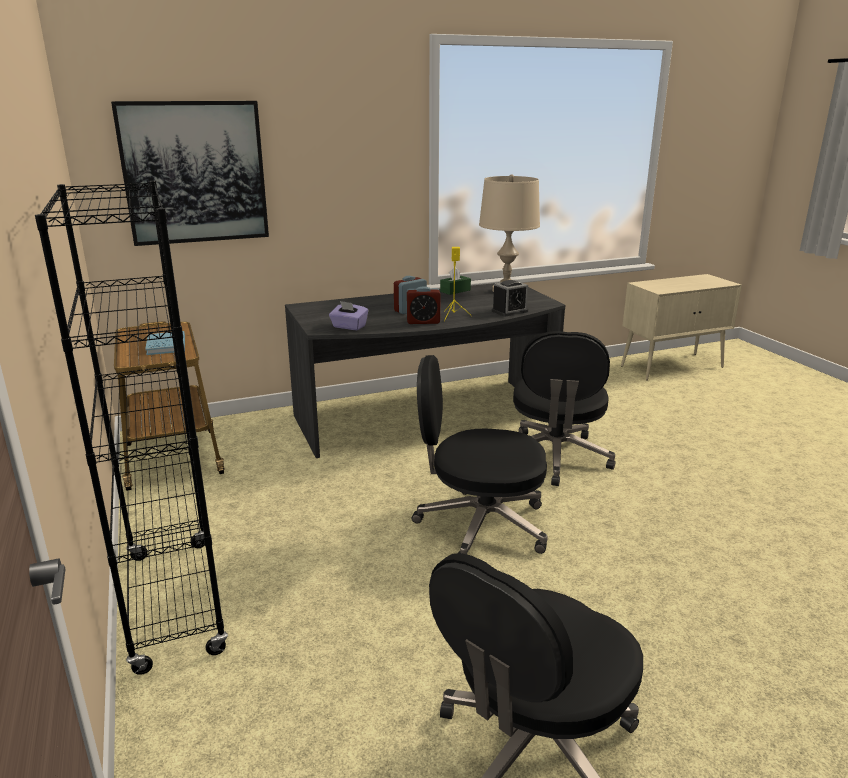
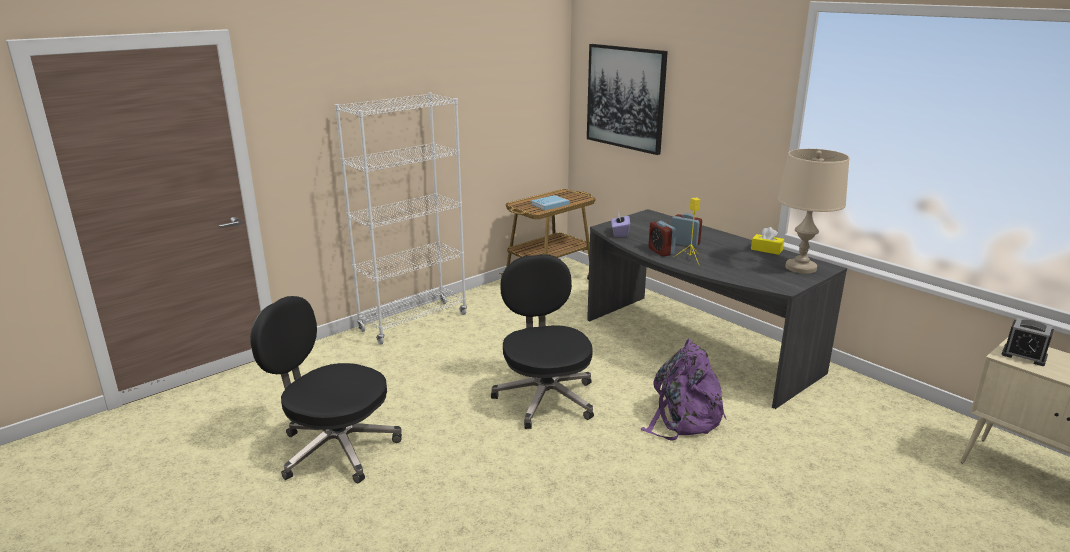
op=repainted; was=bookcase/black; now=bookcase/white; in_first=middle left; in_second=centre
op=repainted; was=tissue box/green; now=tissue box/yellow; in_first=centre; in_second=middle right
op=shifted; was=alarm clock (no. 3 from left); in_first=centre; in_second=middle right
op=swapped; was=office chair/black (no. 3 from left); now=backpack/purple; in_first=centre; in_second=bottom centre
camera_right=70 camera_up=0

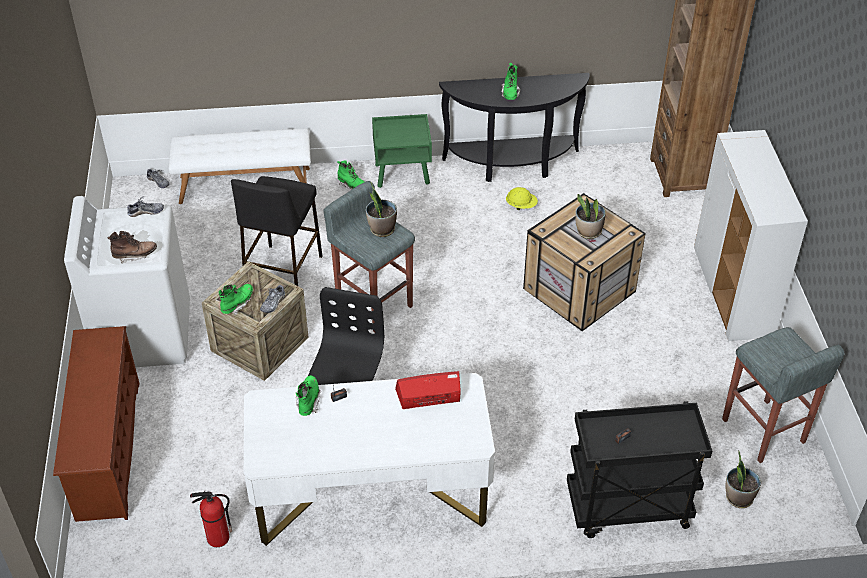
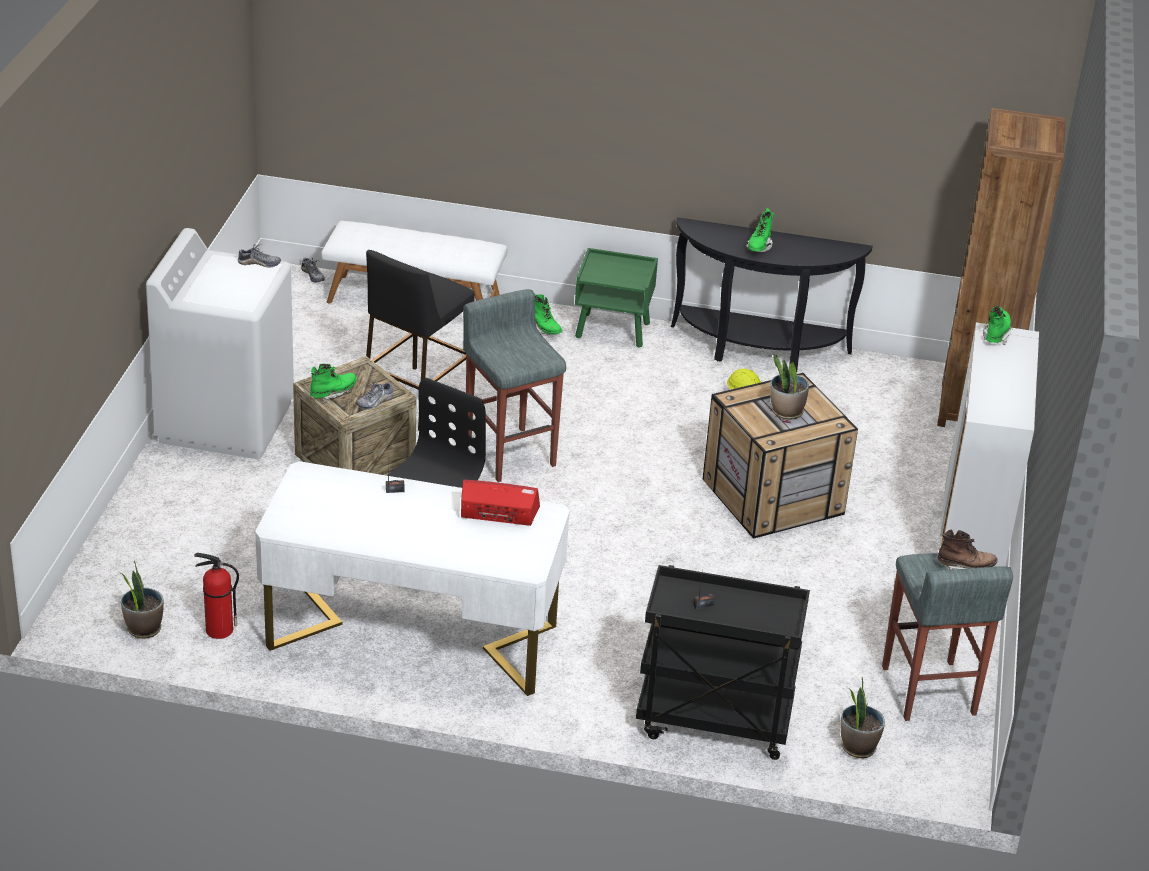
op=gone; was=shoe rack/brown; in_first=bottom left
op=shifted; was=boot/brown; in_first=middle left; in_second=middle right
op=shifted; was=boot/green (no. 2 from left in the first image); now=boot/green (no. 4 from left); in_first=bottom centre; in_second=middle right
op=shifted; was=potted plant (no. 1 from left); in_first=centre; in_second=bottom left
camera_right=15 camera_up=-10

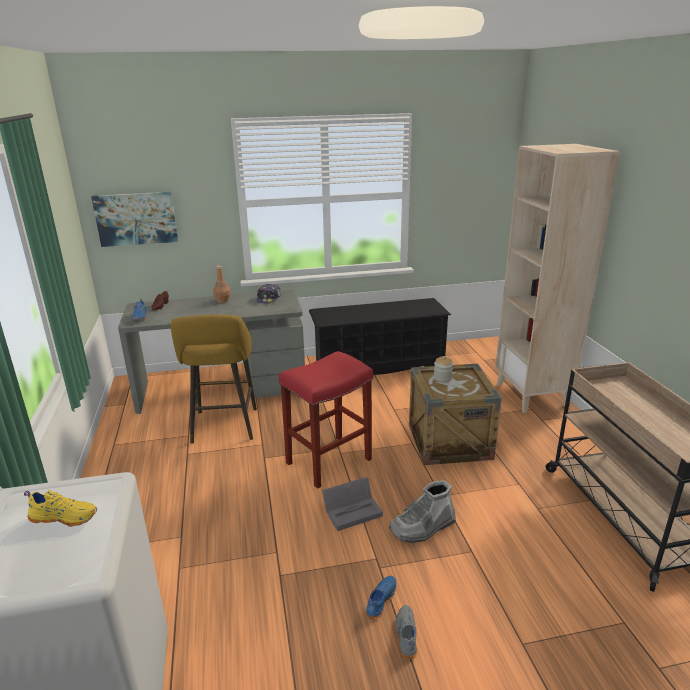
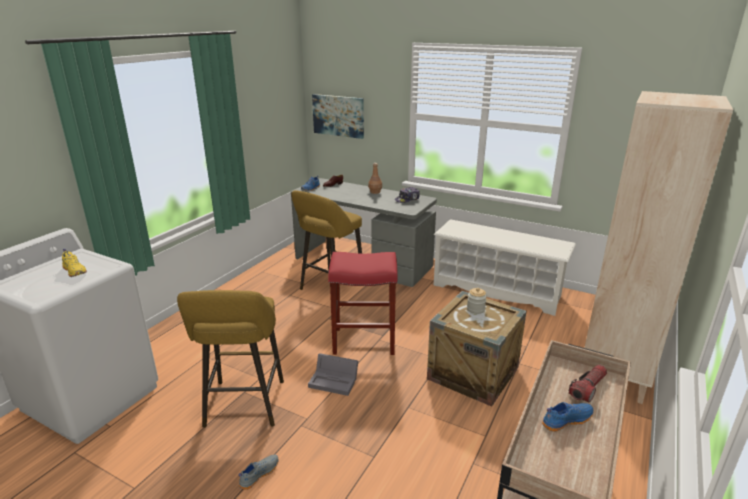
op=repainted; was=shoe rack/black; now=shoe rack/white; in_first=centre; in_second=middle right
op=shifted; was=shoe/blue (no. 2 from left); in_first=bottom centre; in_second=bottom right
op=gone; was=boot/grey; in_first=bottom centre
op=new; now=stool/yellow (no. 1 from left); in_second=bottom left
op=new; now=flashlight; in_second=bottom right
camera_right=40 camera_up=0

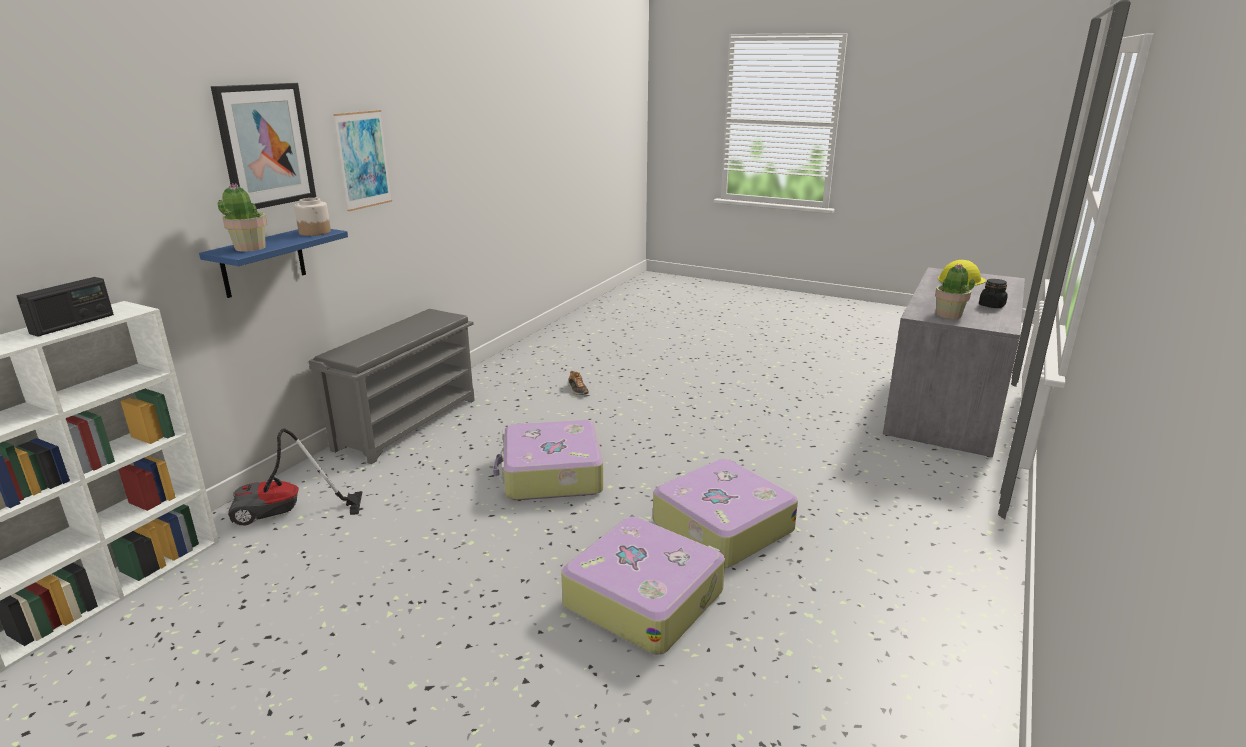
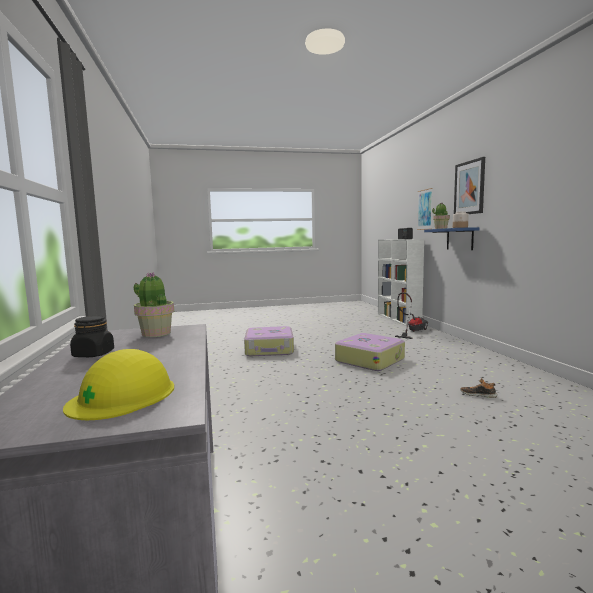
op=gone; was=shoe rack/grey; in_first=middle left
op=shifted; was=picture (no. 2 from left in the first image); now=picture (no. 1 from left); in_first=top left; in_second=middle right
op=gone; was=suitcase (no. 3 from left); in_first=bottom centre
camera_right=140 camera_up=-15

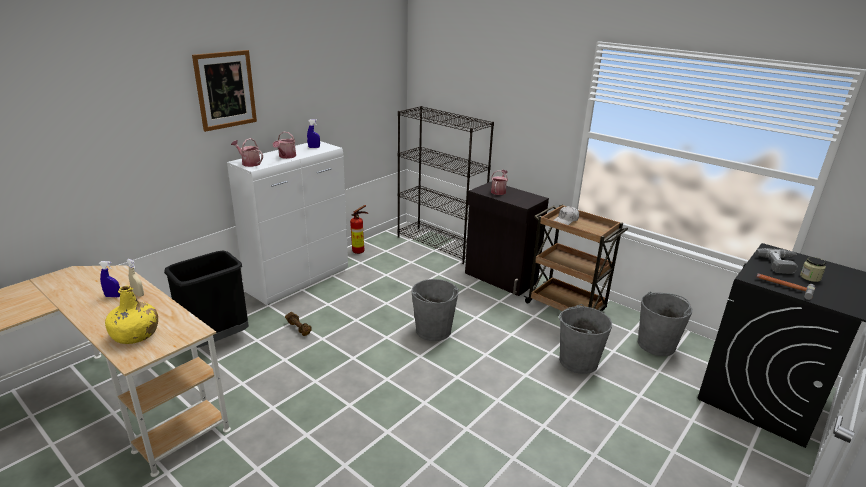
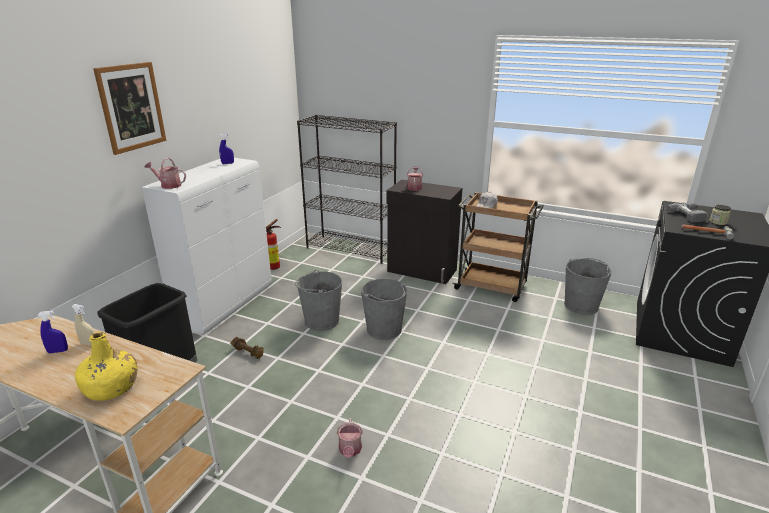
op=shifted; was=watering can (no. 2 from left); in_first=top left; in_second=bottom centre
op=shifted; was=bucket/grey (no. 2 from left in the first image); now=bucket/grey (no. 1 from left); in_first=bottom right; in_second=centre
camera_right=-15 camera_up=0

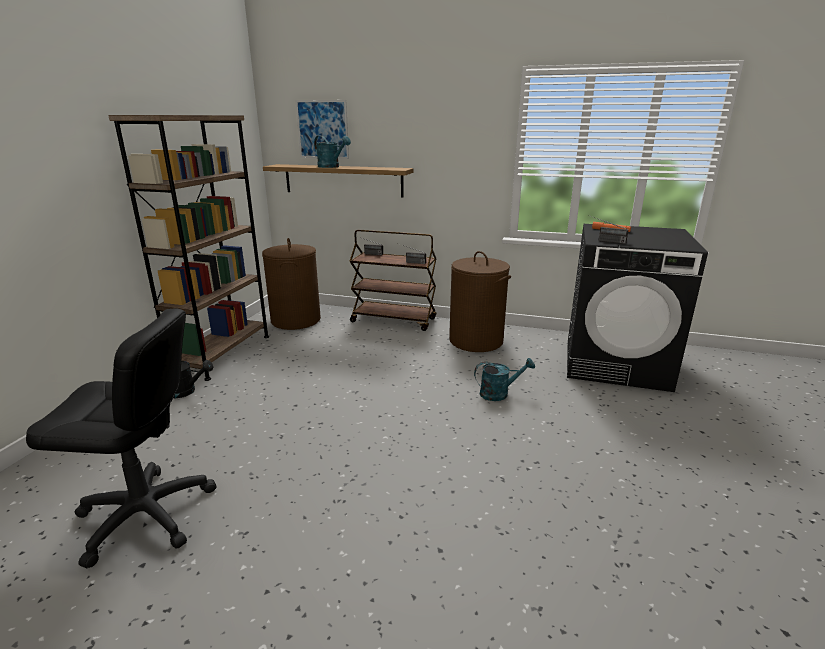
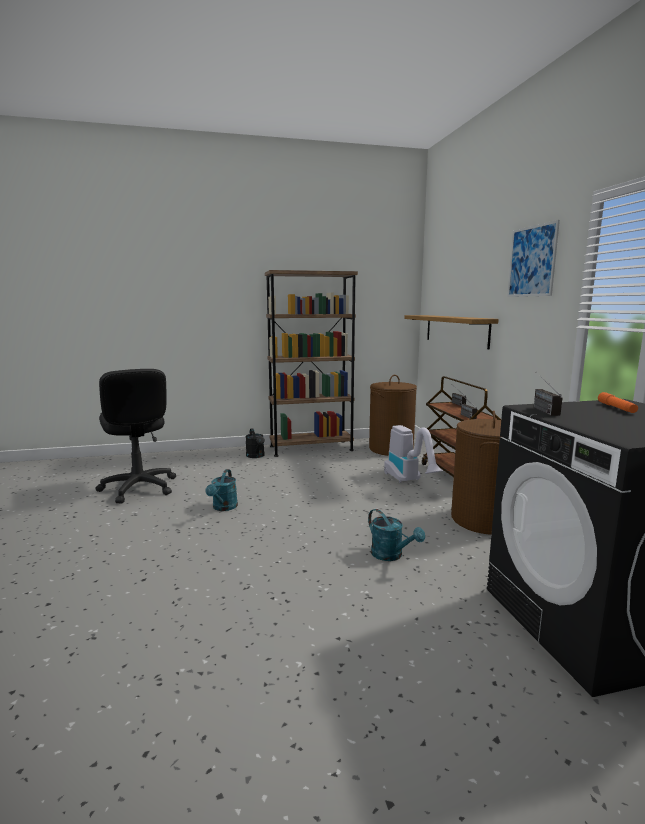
op=shifted; was=picture; in_first=top centre; in_second=top right
op=shifted; was=watering can/turquoise (no. 1 from left); in_first=top centre; in_second=centre
op=new; now=vacuum cleaner; in_second=centre
camera_right=60 camera_up=-10

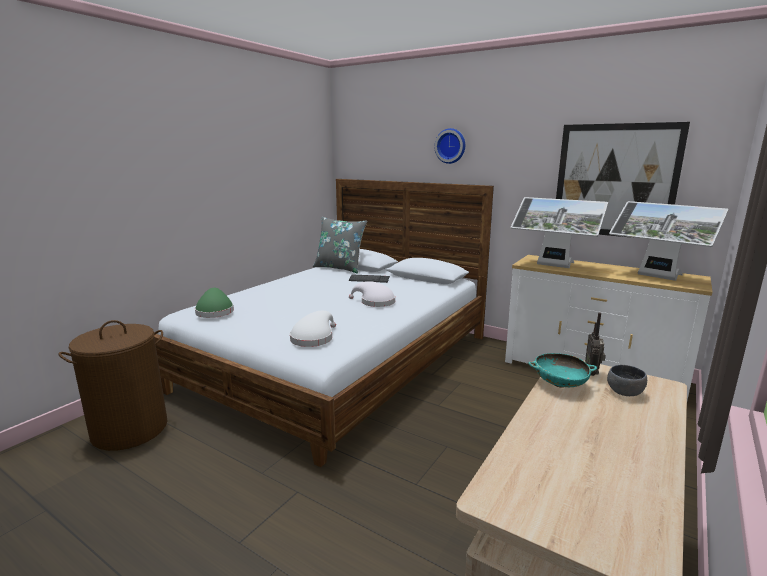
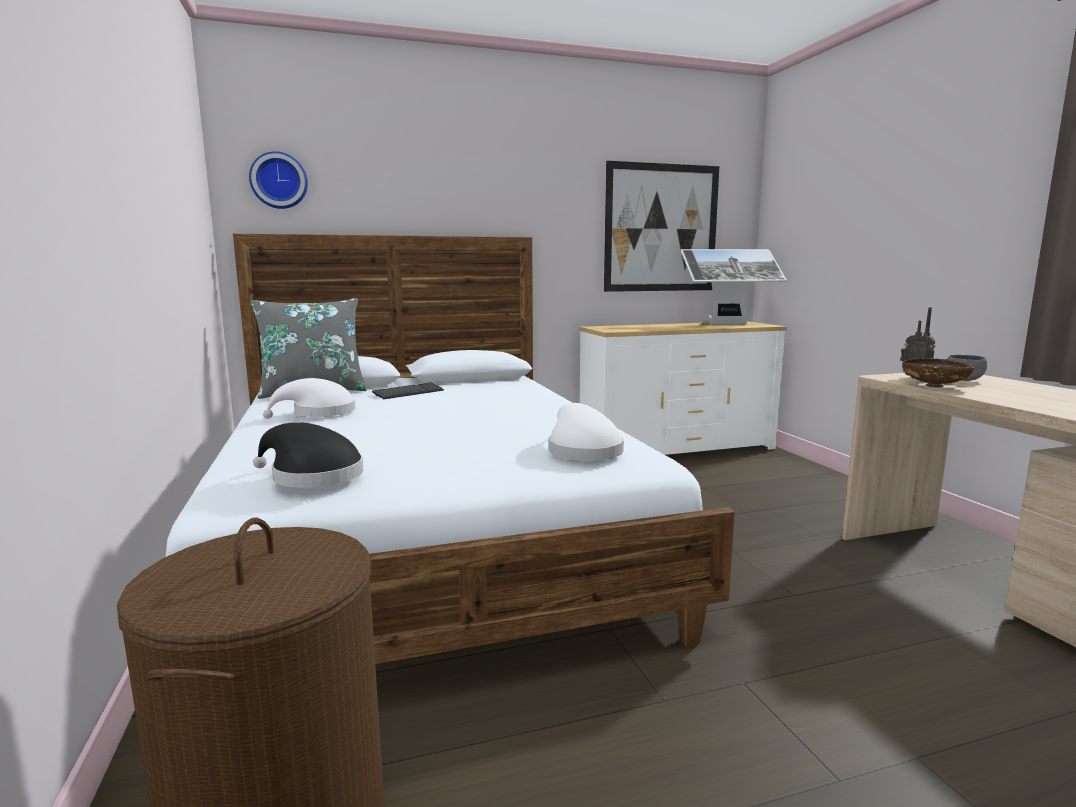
op=repainted; was=hat/green; now=hat/black; in_first=middle left; in_second=middle left
op=shifted; was=hat/white (no. 2 from left in the first image); now=hat/white (no. 1 from left); in_first=centre; in_second=middle left
op=shifted; was=wall clock; in_first=top centre; in_second=top left
op=gone; was=monitor (no. 1 from left); in_first=middle right
op=repainted; was=bowl/turquoise; now=bowl/brown; in_first=middle right; in_second=middle right
camera_right=-50 camera_up=-5

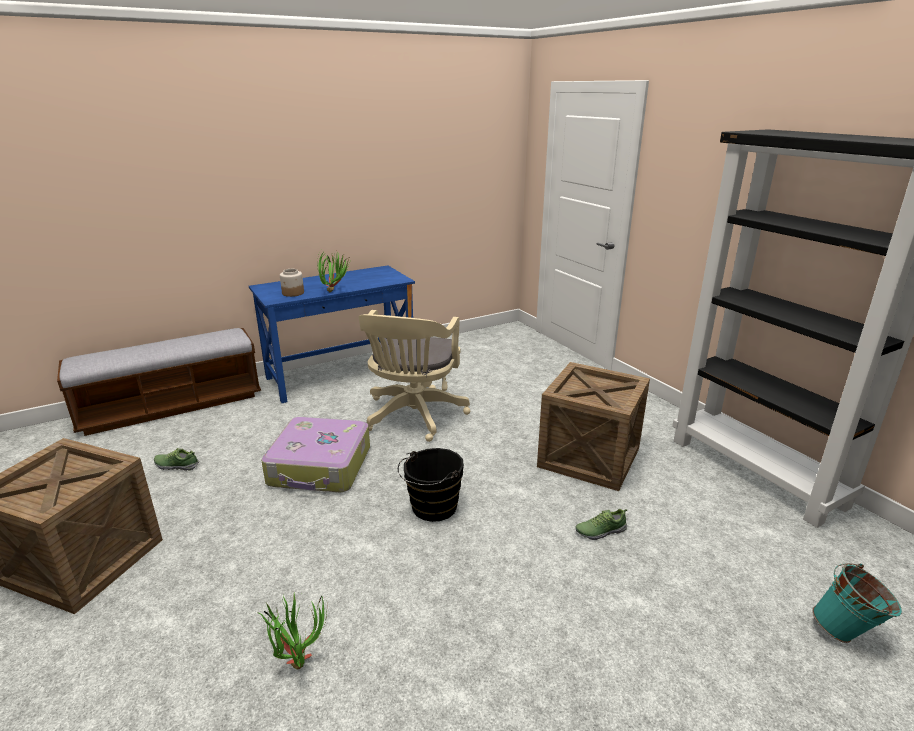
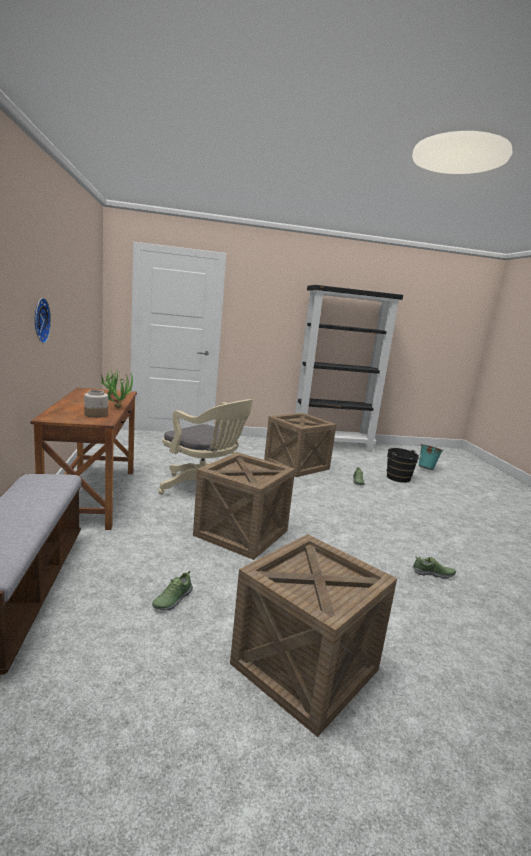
op=repainted; was=desk/blue; now=desk/brown; in_first=centre; in_second=middle left
op=swapped; was=potted plant (no. 1 from left); now=shoe (no. 3 from left); in_first=bottom left; in_second=middle right
op=swapped; was=suitcase; now=crate (no. 1 from left); in_first=centre; in_second=centre
op=shifted; was=bucket/black; in_first=centre; in_second=middle right
op=new; now=wall clock; in_second=middle left
camera_right=-70 camera_up=-10

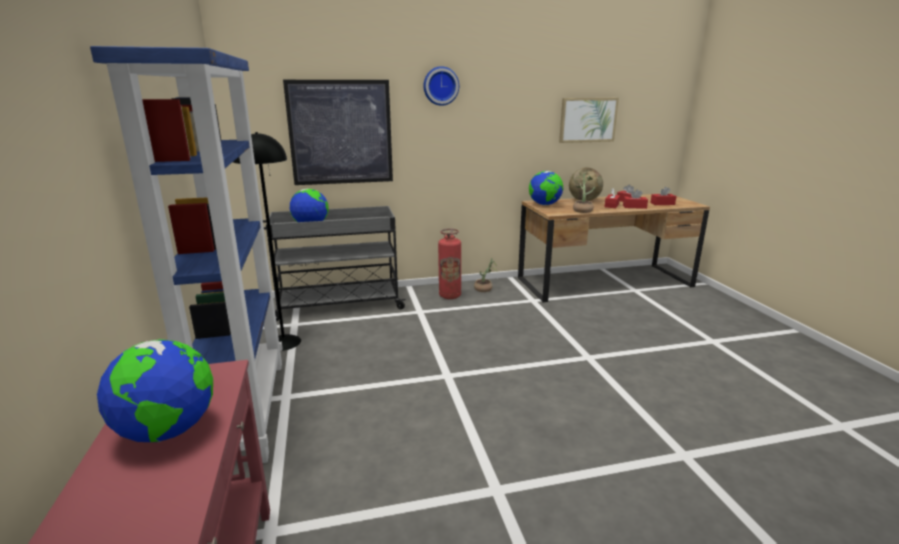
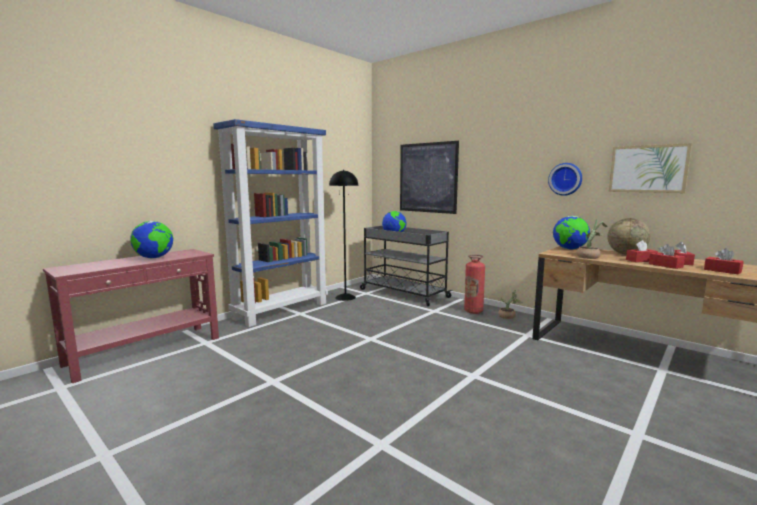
op=shifted; was=wall clock; in_first=top centre; in_second=middle right
camera_right=55 camera_up=-10

